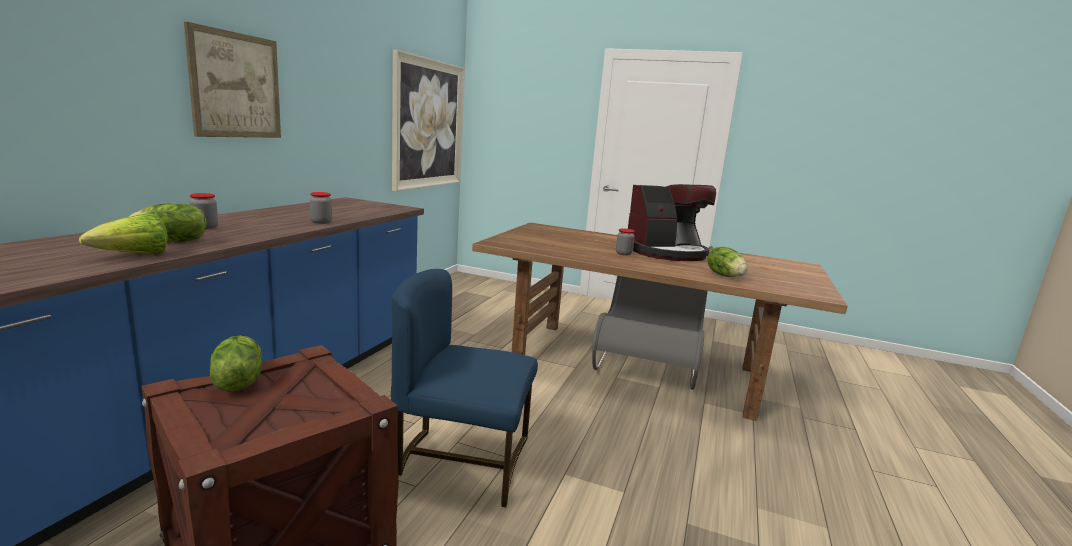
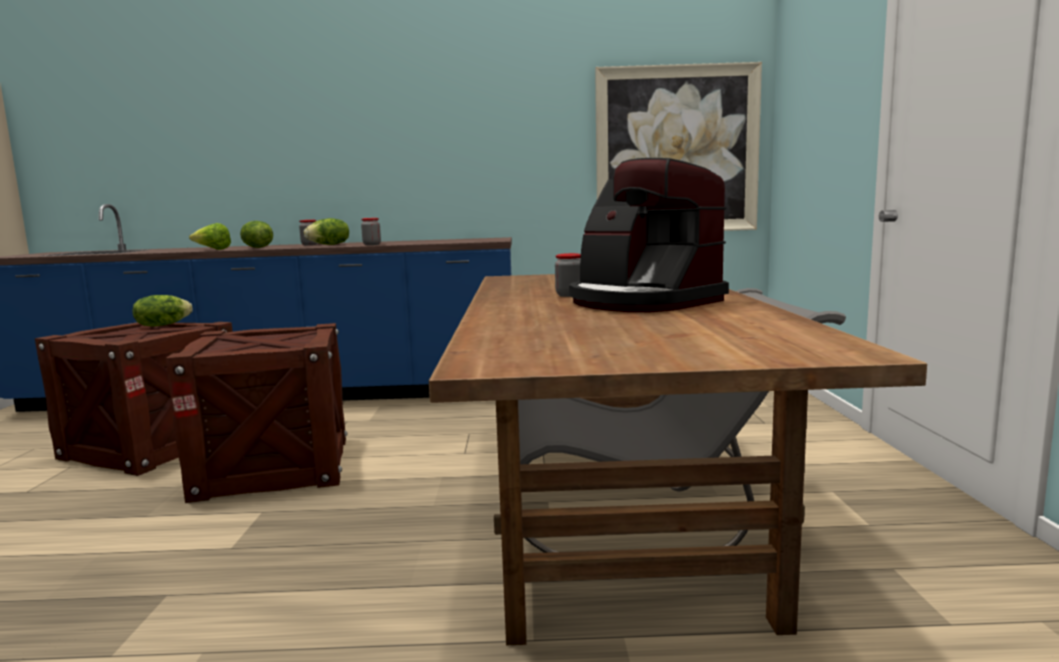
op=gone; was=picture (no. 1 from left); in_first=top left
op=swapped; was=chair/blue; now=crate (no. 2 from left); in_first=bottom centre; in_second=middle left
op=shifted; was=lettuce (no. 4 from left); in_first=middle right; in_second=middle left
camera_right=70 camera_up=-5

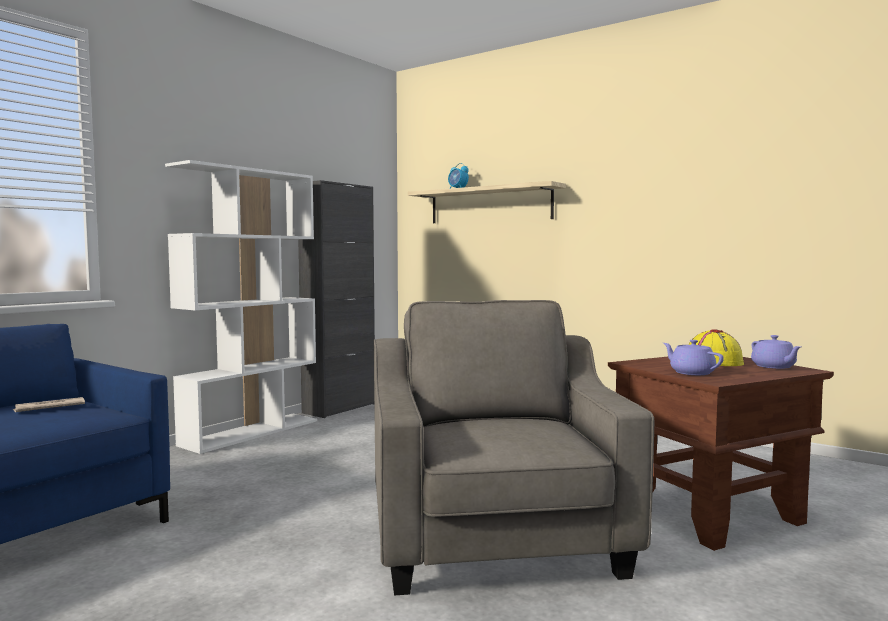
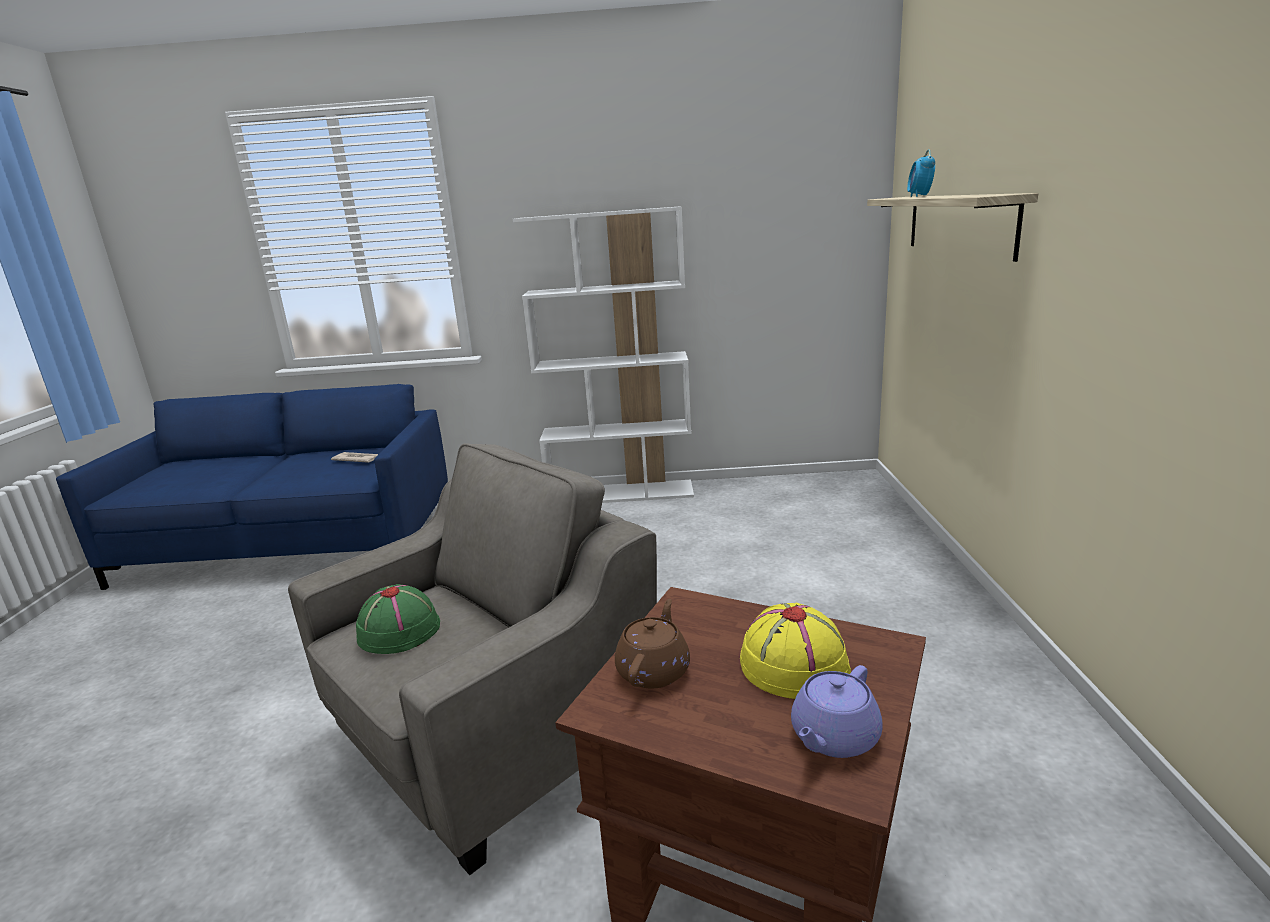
op=gone; was=cabinet/black; in_first=centre
op=repainted; was=teapot/purple (no. 1 from left); now=teapot/brown; in_first=middle right; in_second=bottom centre
op=new; now=hat/green; in_second=bottom left
camera_right=55 camera_up=15

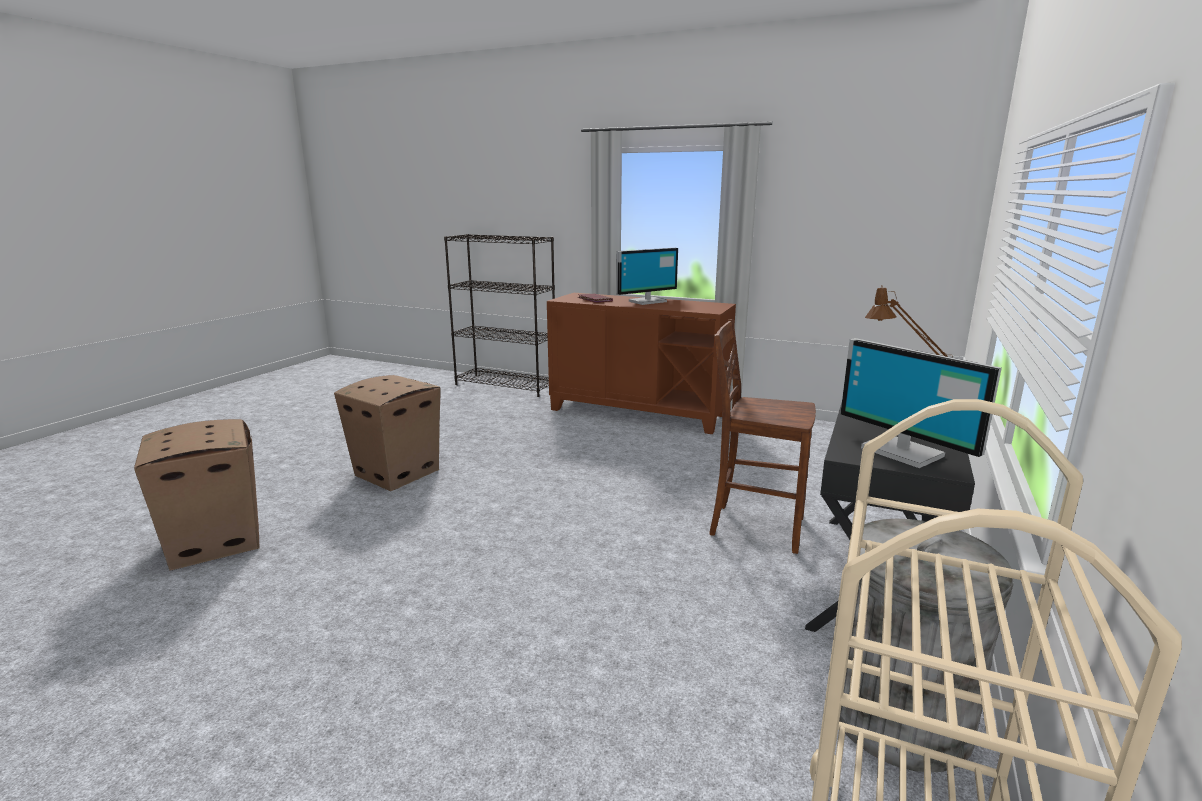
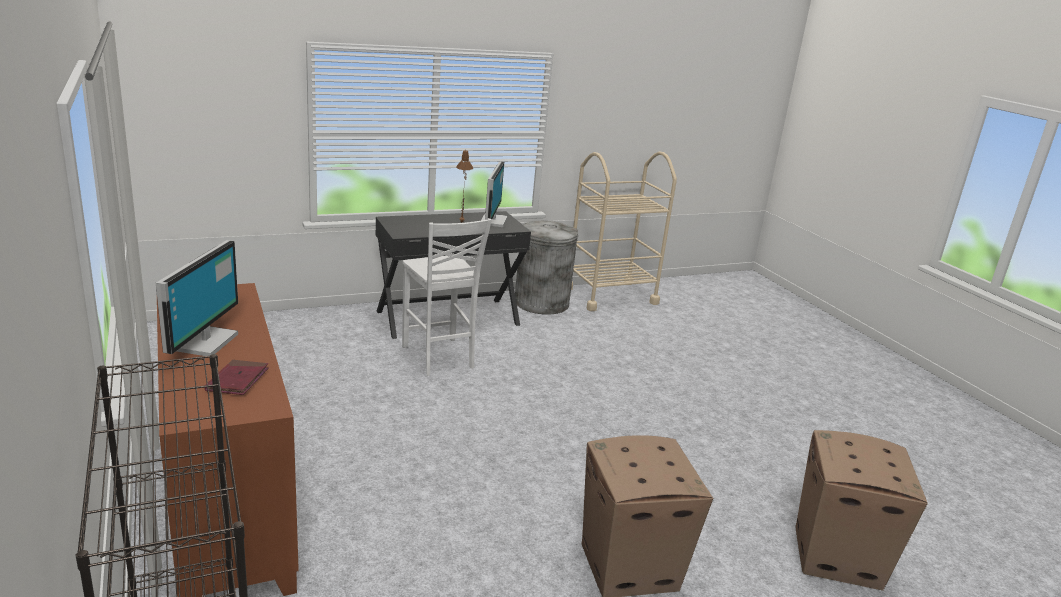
op=rotated; was=monitor (no. 1 from left); in_first=centre; in_second=middle left; clockwise=90
op=repainted; was=chair/brown; now=chair/white; in_first=centre; in_second=centre
camera_right=-140 camera_up=5

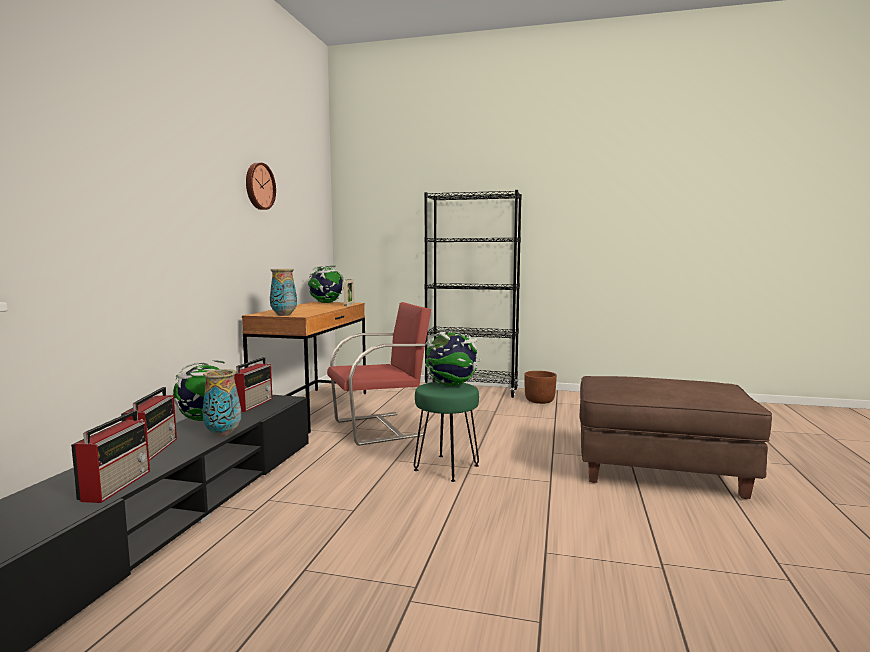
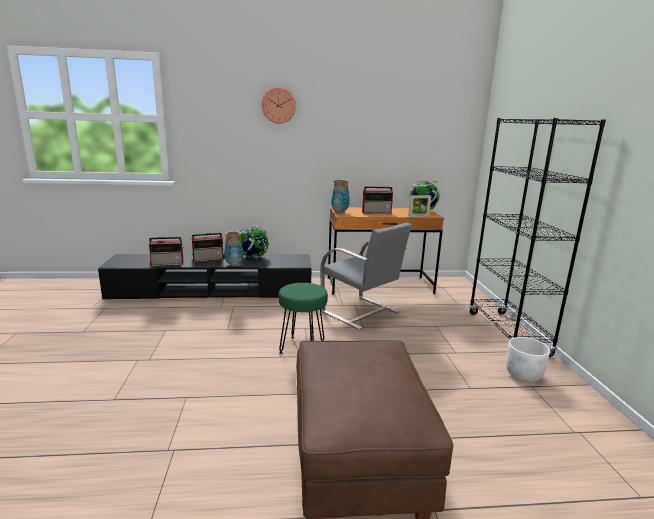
op=shifted; was=radio (no. 3 from left); in_first=middle left; in_second=centre
op=shifted; was=wall clock; in_first=top left; in_second=top centre
op=repainted; was=chair/red; now=chair/grey; in_first=centre; in_second=centre
op=gone; was=globe (no. 3 from left); in_first=centre
op=repainted; was=planter/brown; now=planter/white; in_first=centre; in_second=bottom right
camera_right=70 camera_up=10

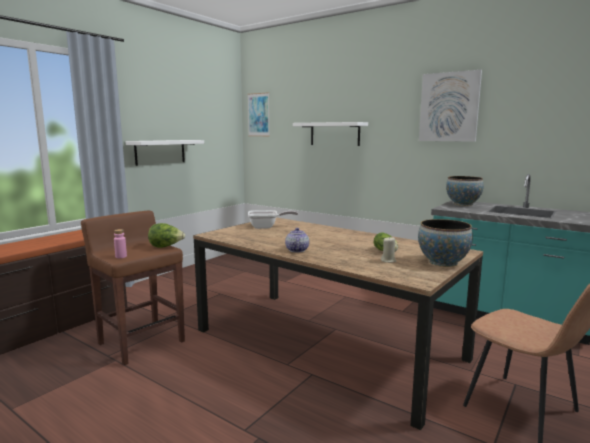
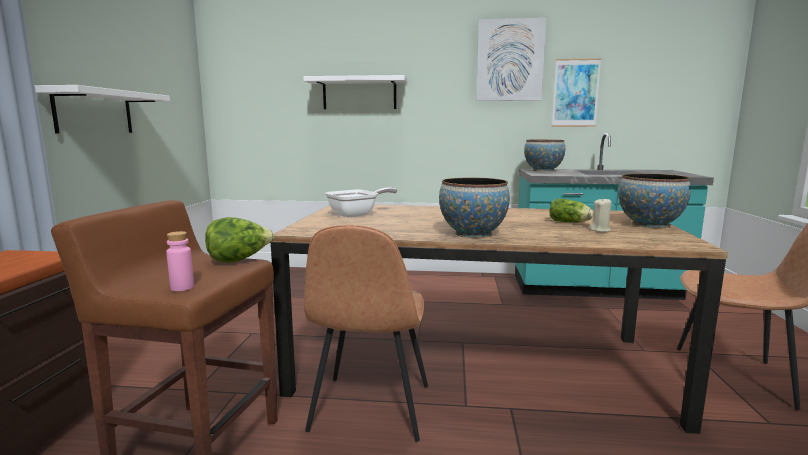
op=shifted; was=picture (no. 1 from left in the first image); now=picture (no. 2 from left); in_first=top centre; in_second=top right
op=swapped; was=teapot; now=bowl (no. 1 from left); in_first=centre; in_second=centre
op=new; now=chair/brown (no. 1 from left); in_second=bottom centre
camera_right=-30 camera_up=0

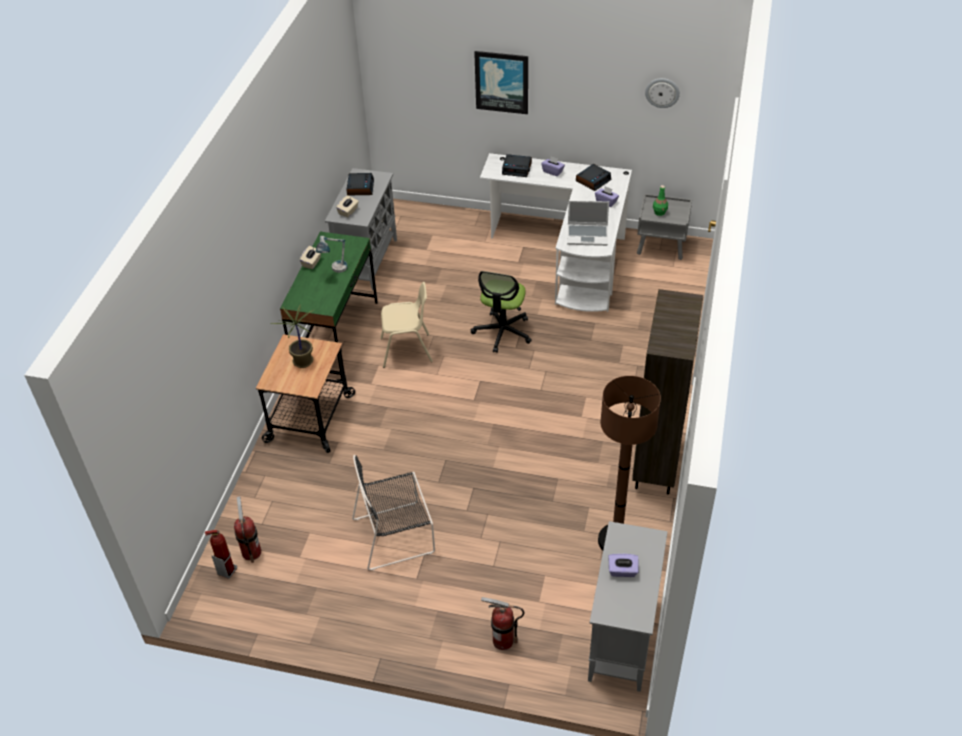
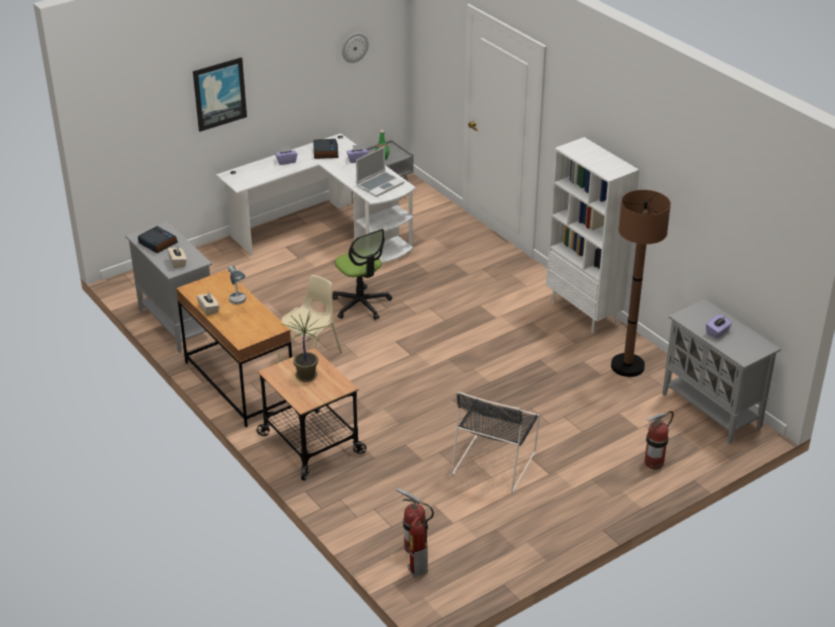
op=repainted; was=desk/green; now=desk/brown; in_first=centre; in_second=middle left
op=gone; was=alarm clock (no. 2 from left); in_first=top centre
op=repainted; was=bookcase/brown; now=bookcase/white; in_first=middle right; in_second=middle right
camera_right=-50 camera_up=-10

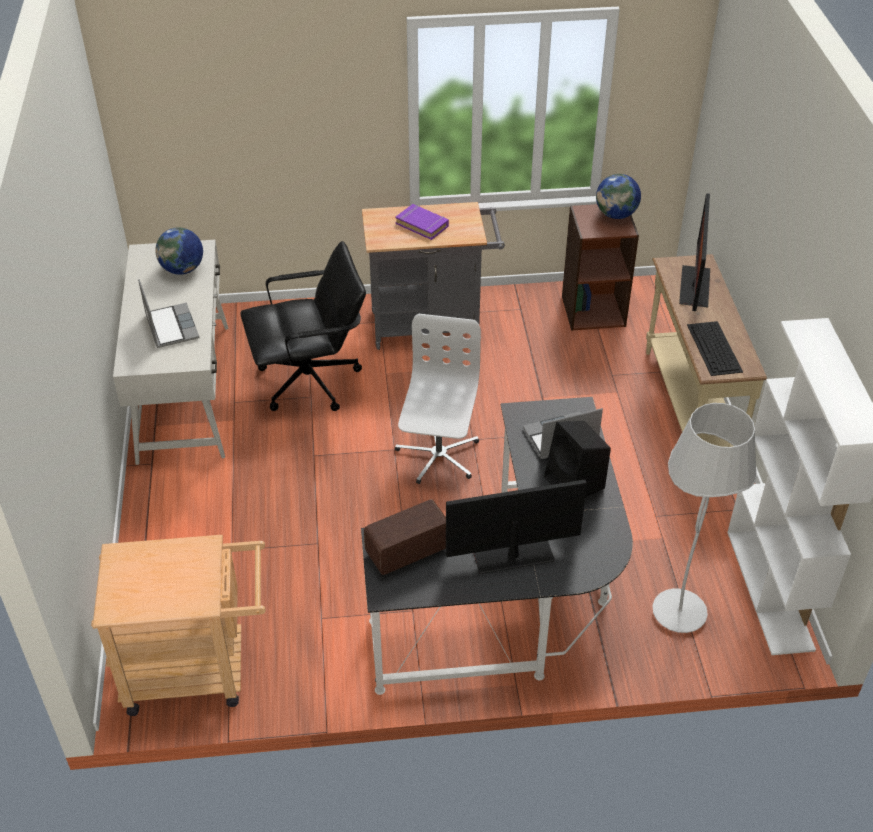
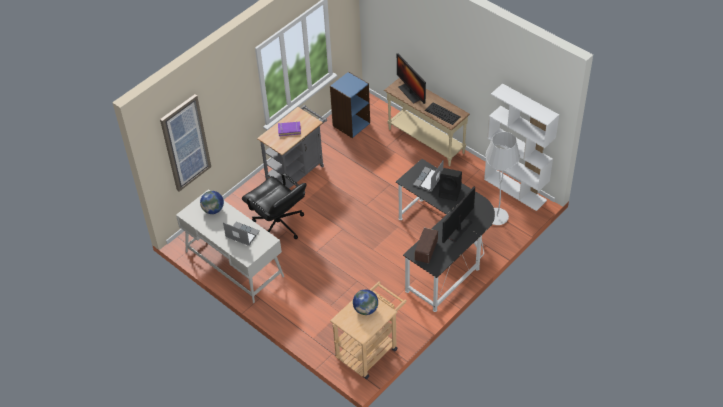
op=rotated; was=office chair/black; in_first=centre; in_second=centre; clockwise=105
op=gone; was=office chair/white; in_first=centre
op=repainted; was=bookcase/brown; now=bookcase/blue; in_first=top right; in_second=top centre
op=shifted; was=globe (no. 2 from left); in_first=top right; in_second=bottom centre
op=new; now=picture; in_second=middle left
camera_right=-40 camera_up=5

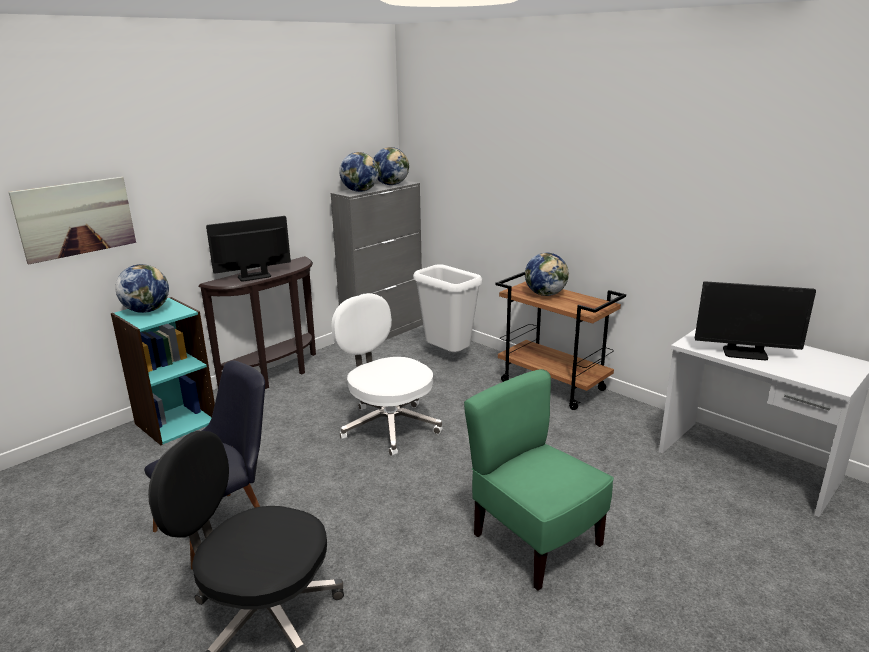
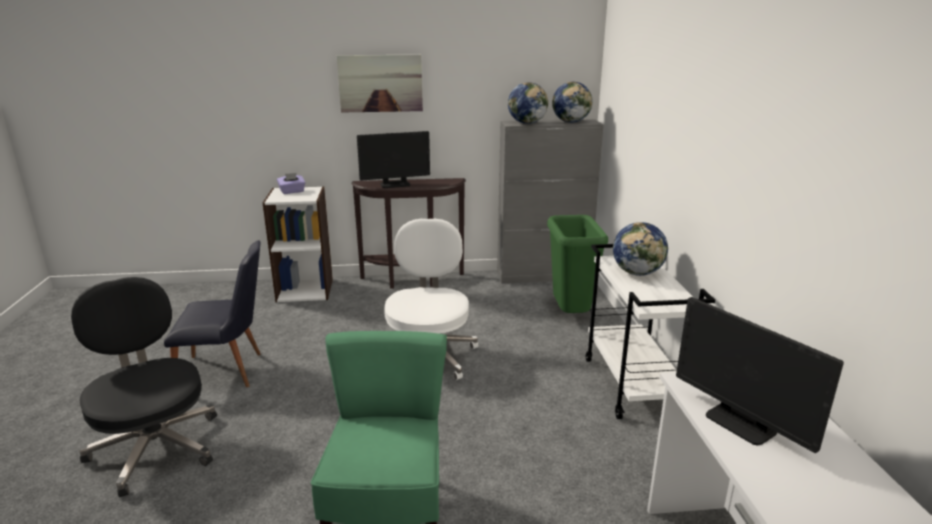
op=shifted; was=picture; in_first=middle left; in_second=top centre
op=repainted; was=bookcase/turquoise; now=bookcase/white; in_first=middle left; in_second=middle left
op=swapped; was=globe (no. 1 from left); now=tissue box/purple; in_first=middle left; in_second=middle left
op=rotated; was=monitor (no. 1 from left); in_first=middle left; in_second=top centre; clockwise=150
op=repainted; was=trash can/white; now=trash can/green; in_first=centre; in_second=centre
op=repainted; was=cart/brown; now=cart/white; in_first=centre; in_second=middle right
camera_right=40 camera_up=0

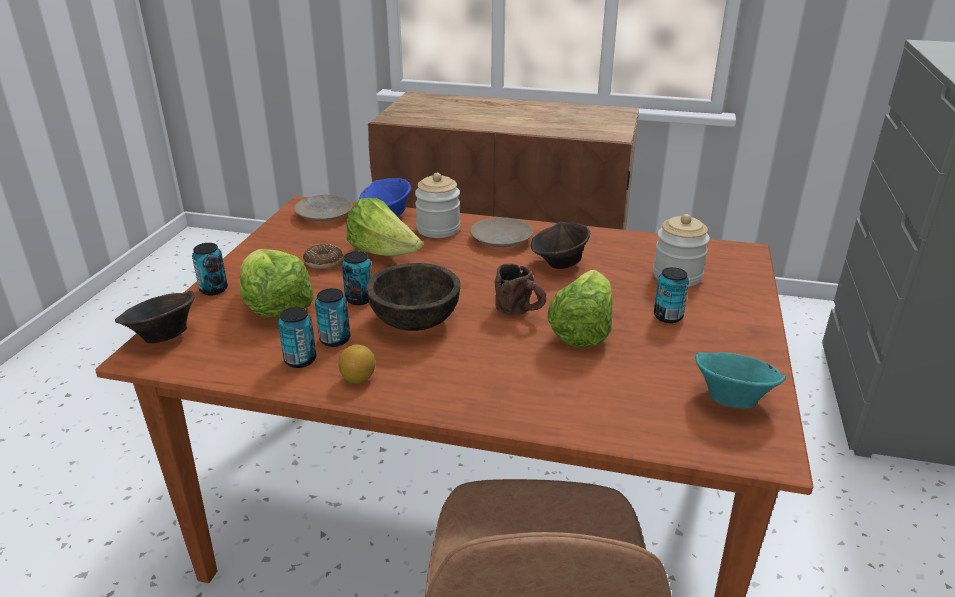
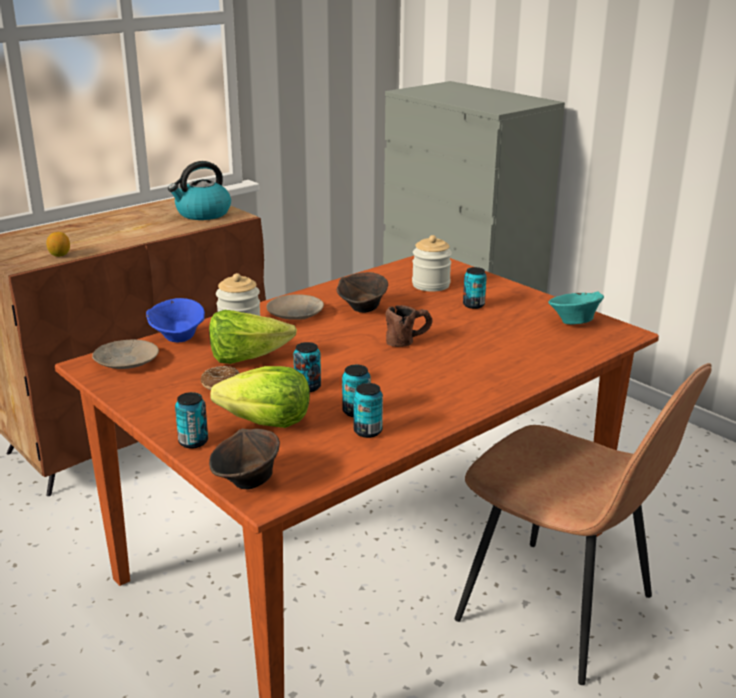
op=shifted; was=lemon; in_first=centre; in_second=middle left
op=gone; was=bowl/brown (no. 2 from left); in_first=centre
op=gone; was=lettuce (no. 3 from left); in_first=centre
op=new; now=kettle; in_second=top left
camera_right=-55 camera_up=-5

